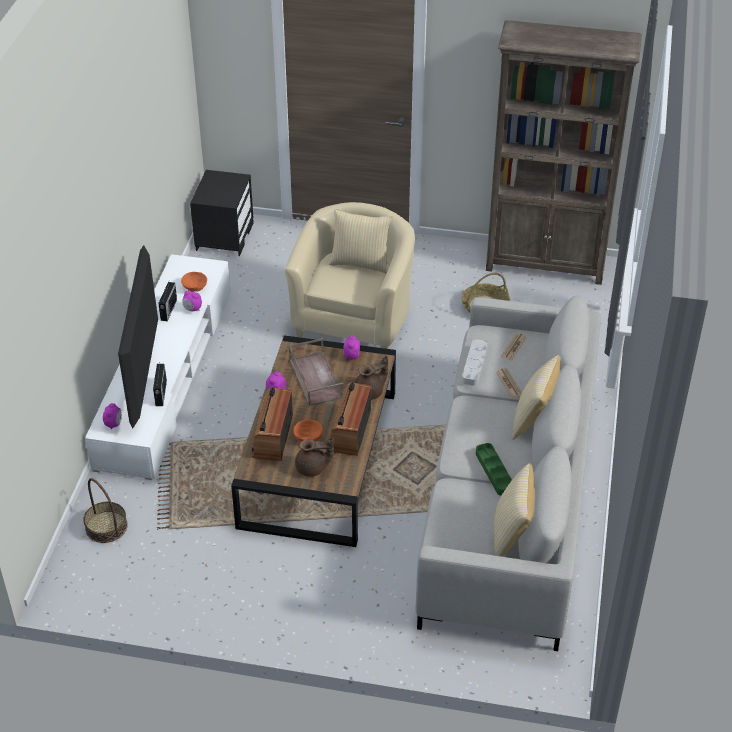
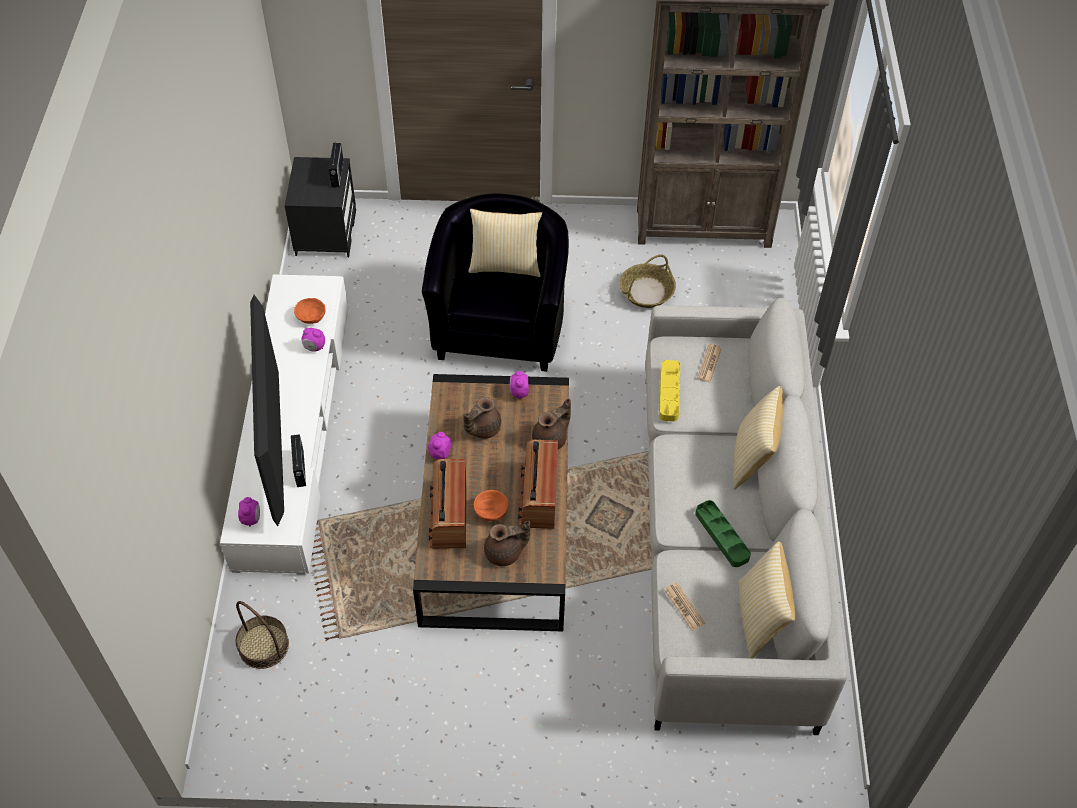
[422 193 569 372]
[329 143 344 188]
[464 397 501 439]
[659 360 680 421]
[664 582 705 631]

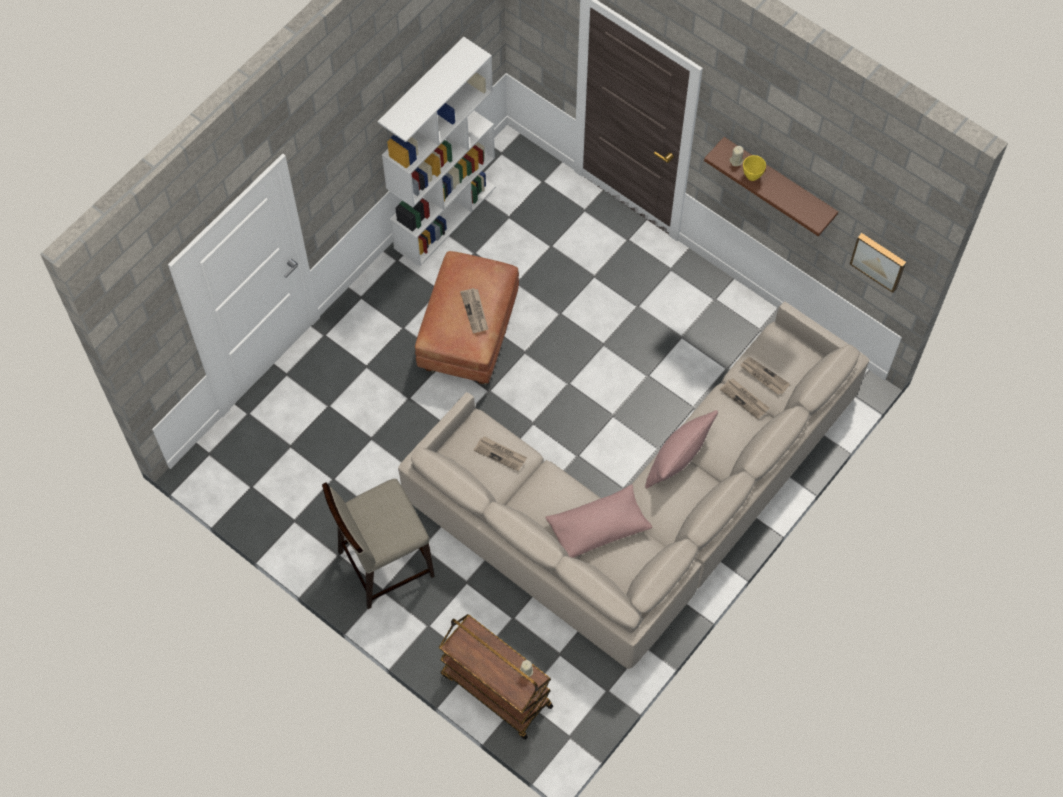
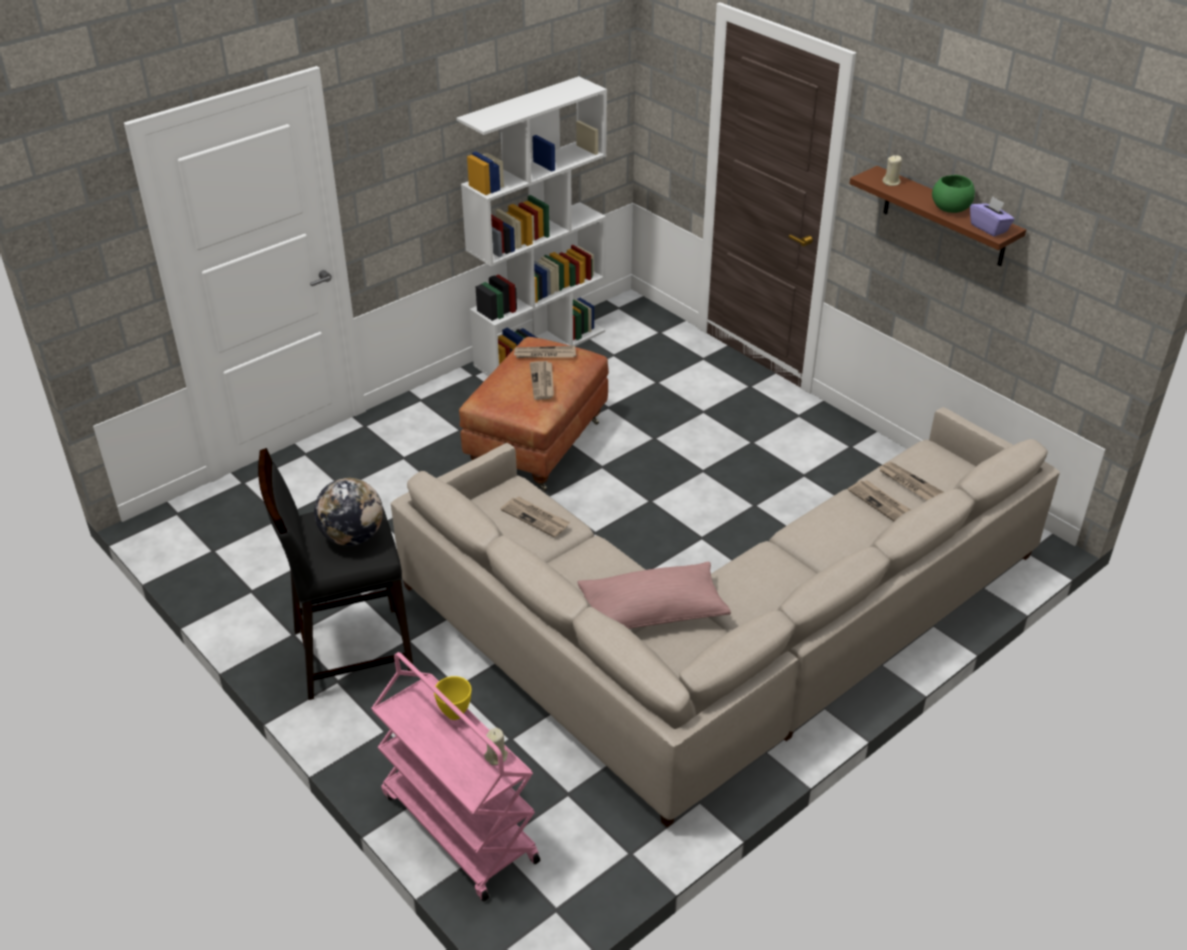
[434 676 472 720]
[850 233 906 293] (first image)
[645 410 718 489] (first image)
[258 448 413 700]
[371 652 540 902]
[932 175 975 213]
[970 196 1015 237]
[514 346 576 358]
[314 478 383 546]

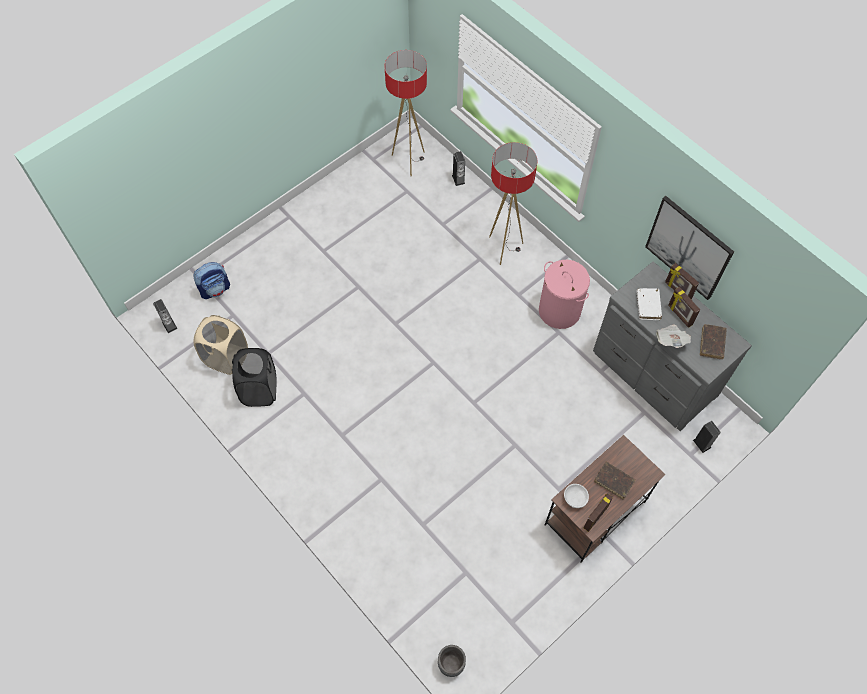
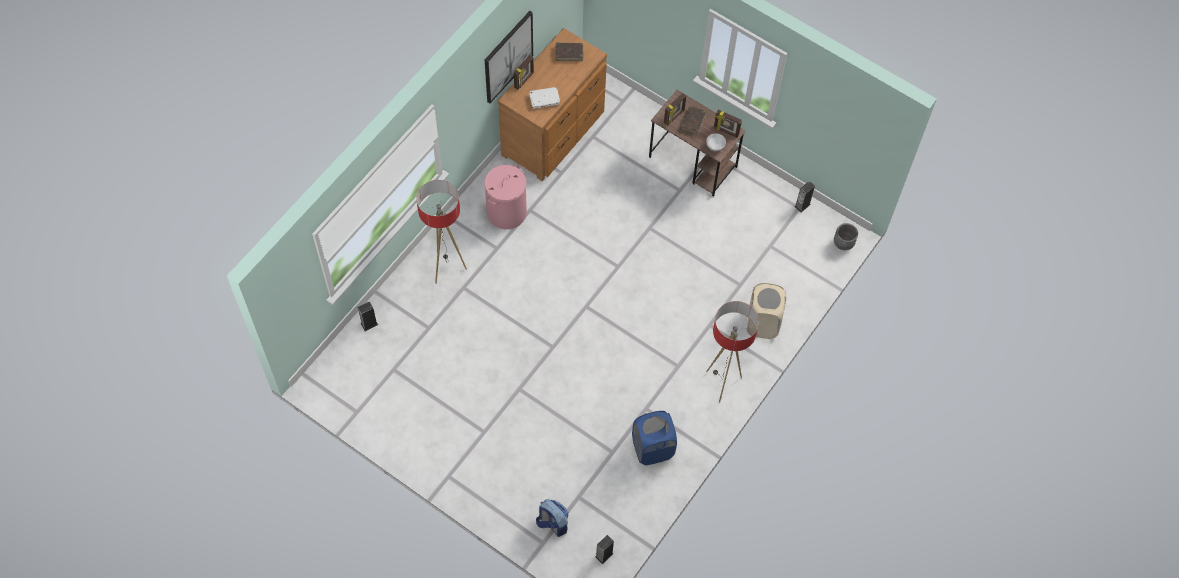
[706 301 759 403]
[498 28 607 181]
[664 93 686 126]
[746 283 786 339]
[656 325 691 348] (first image)
[632 411 677 465]
[794 181 815 212]

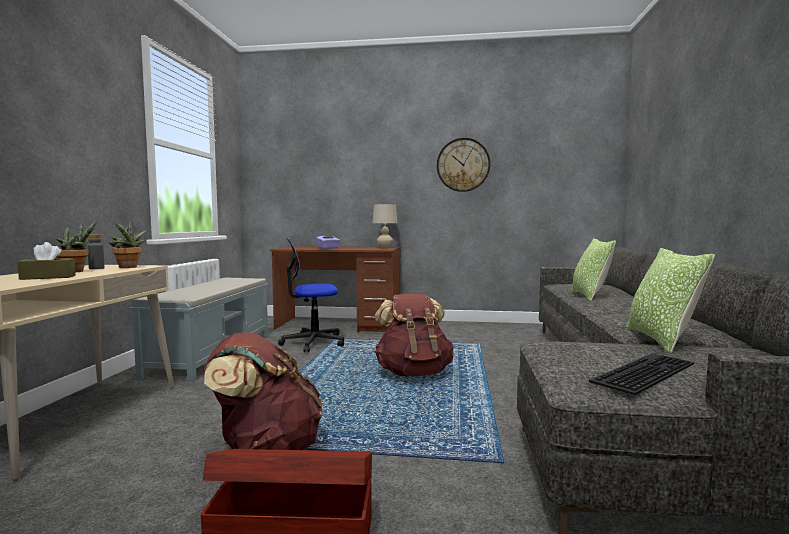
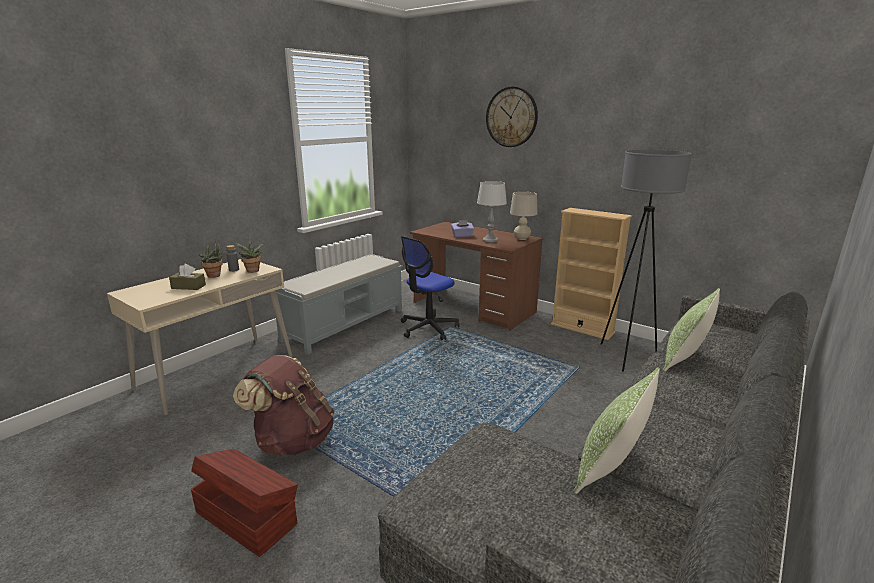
[486 86 538 147]
[401 236 459 340]
[374 294 454 376] (first image)
[589 354 694 395] (first image)
[601 150 692 372]
[477 181 507 243]
[551 208 632 340]

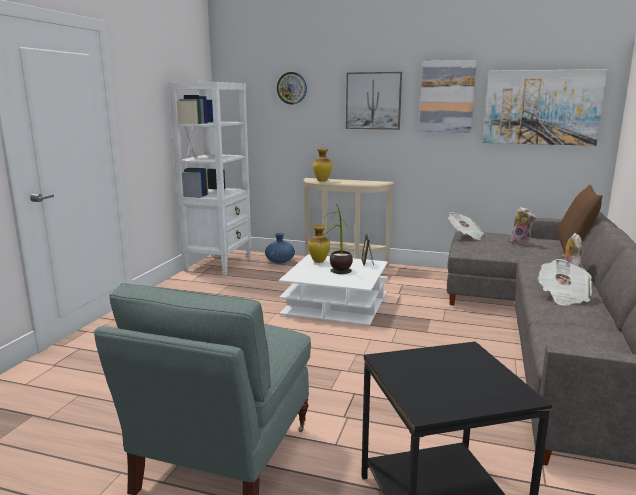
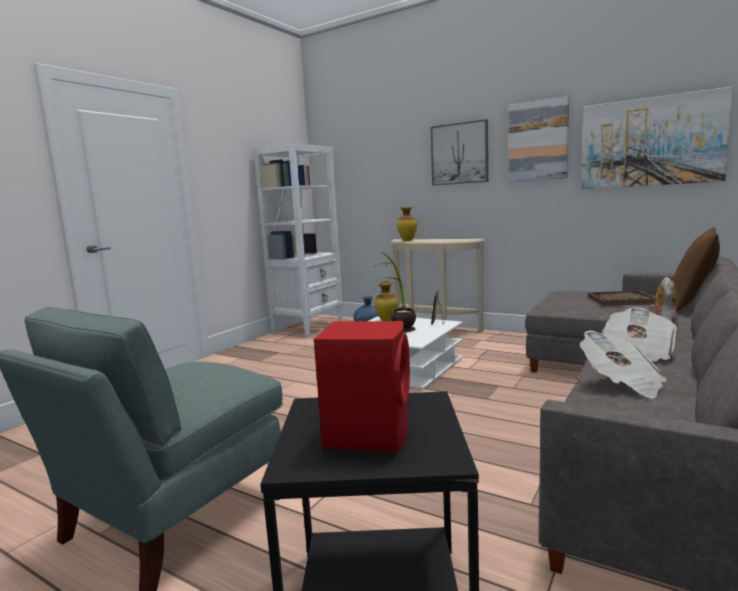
[277 72 307 104] (first image)
[588 290 656 306]
[580 331 667 399]
[314 321 410 453]

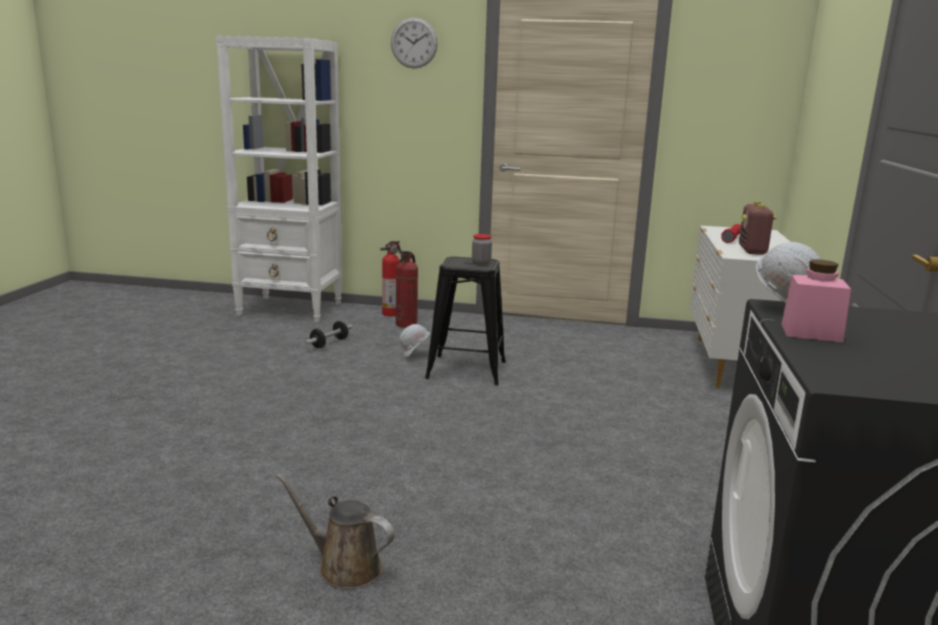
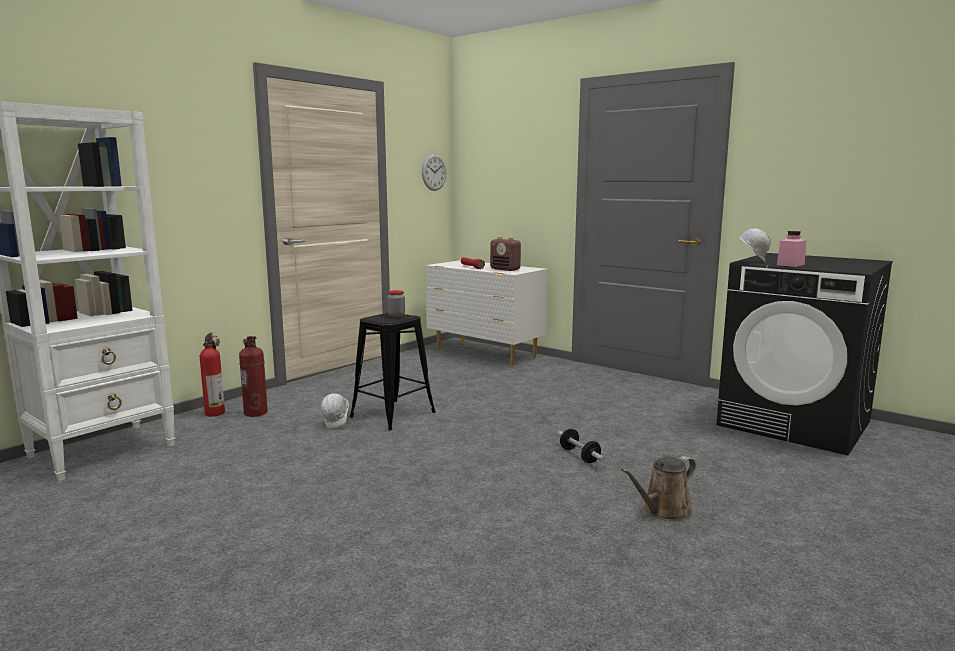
[422 154 446 191]
[558 429 605 463]

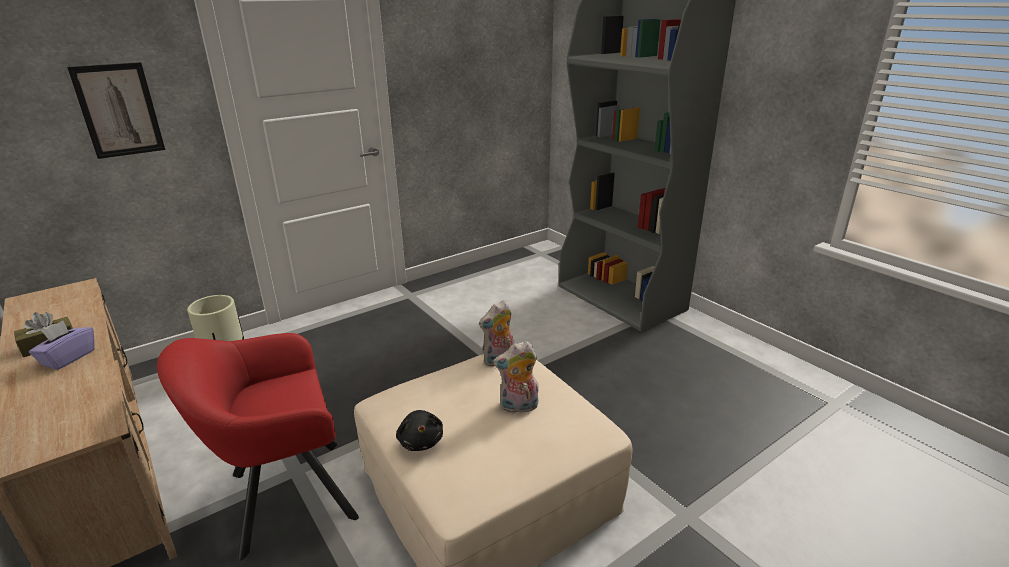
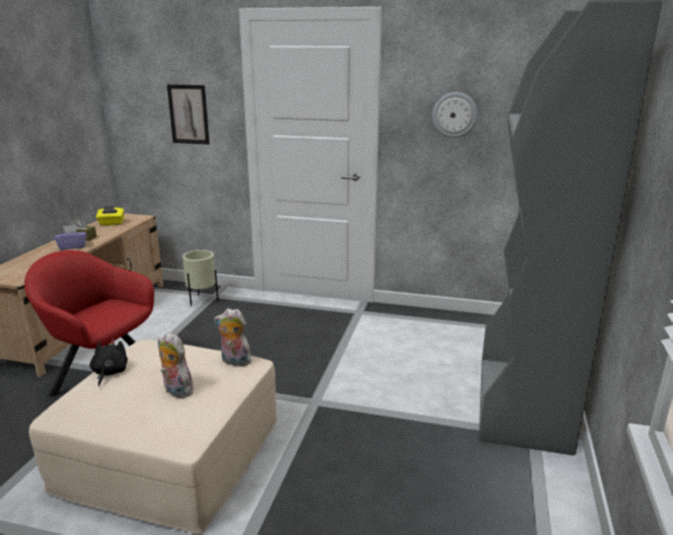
[90 339 128 386]
[433 92 478 138]
[96 206 124 226]

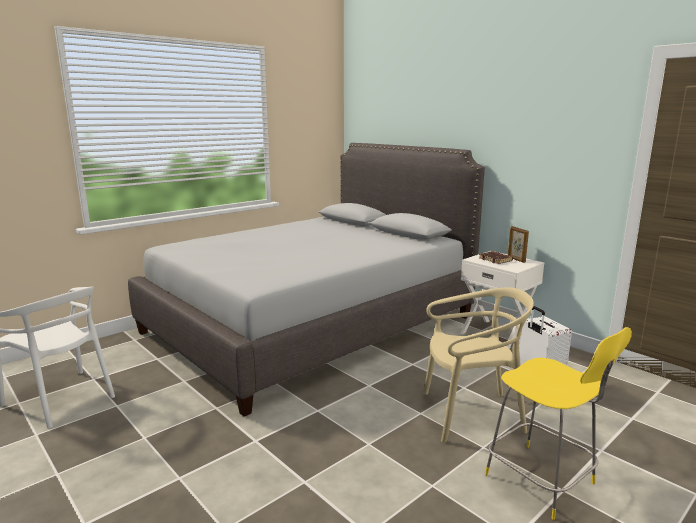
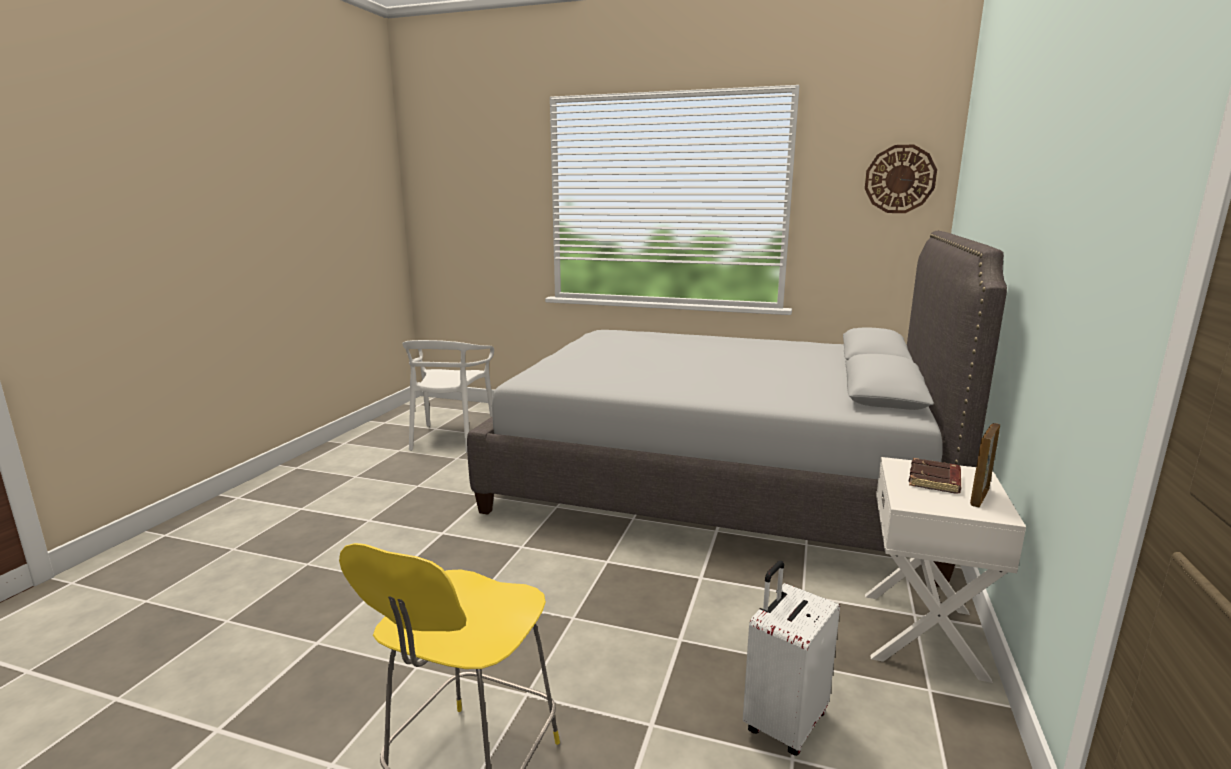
[423 287 534 442] (first image)
[865 145 937 213]

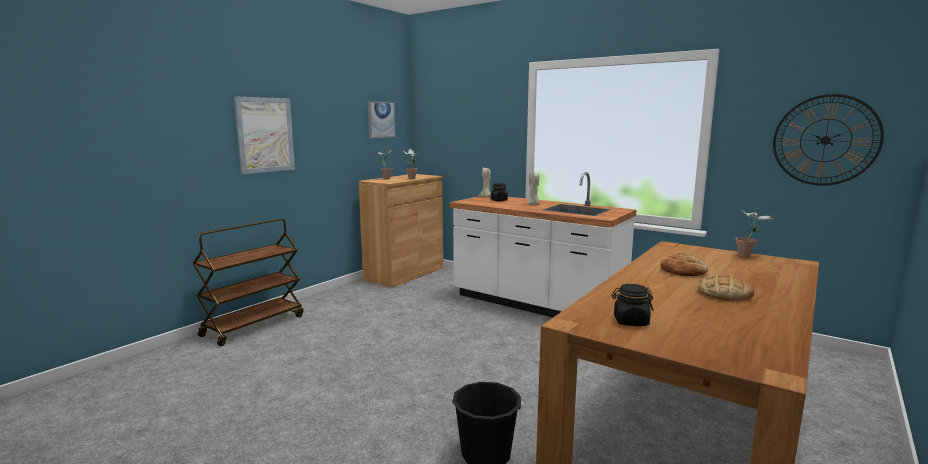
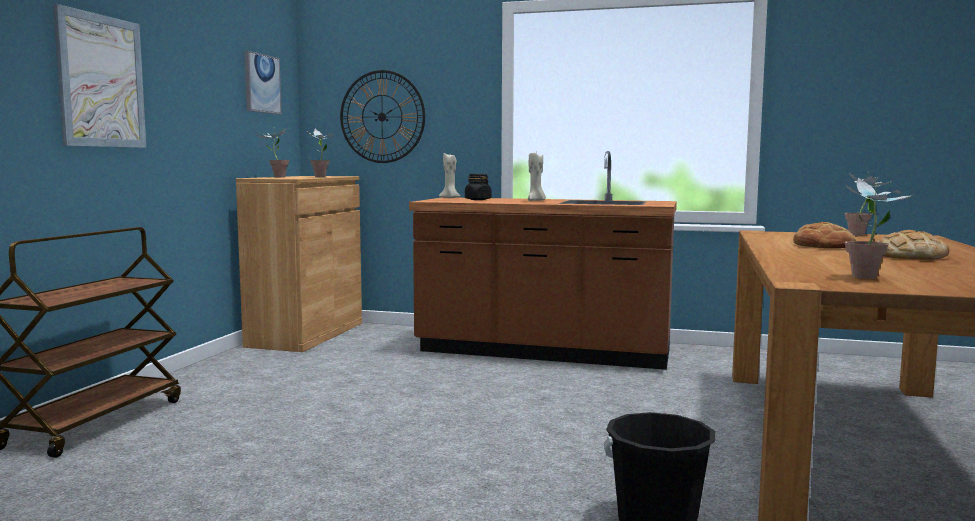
[340 70 425 163]
[409 151 677 370]
[845 177 913 279]

